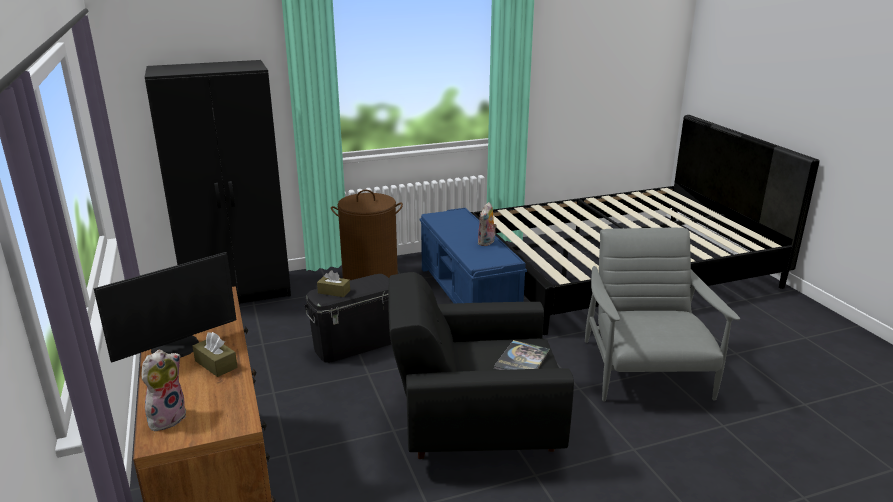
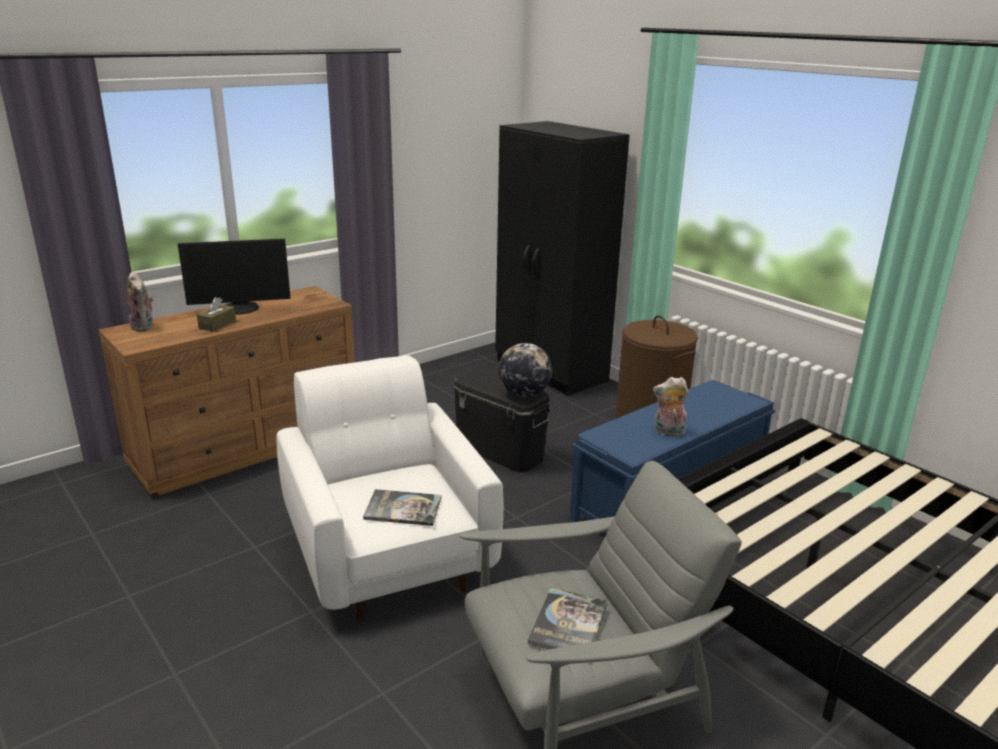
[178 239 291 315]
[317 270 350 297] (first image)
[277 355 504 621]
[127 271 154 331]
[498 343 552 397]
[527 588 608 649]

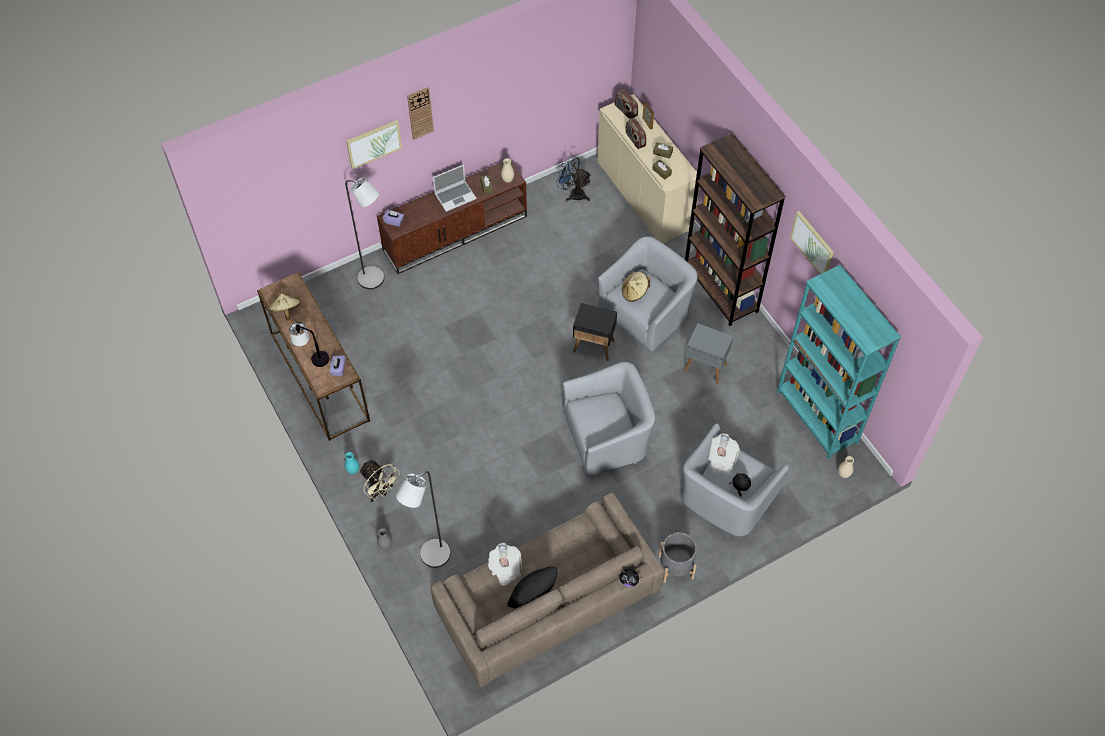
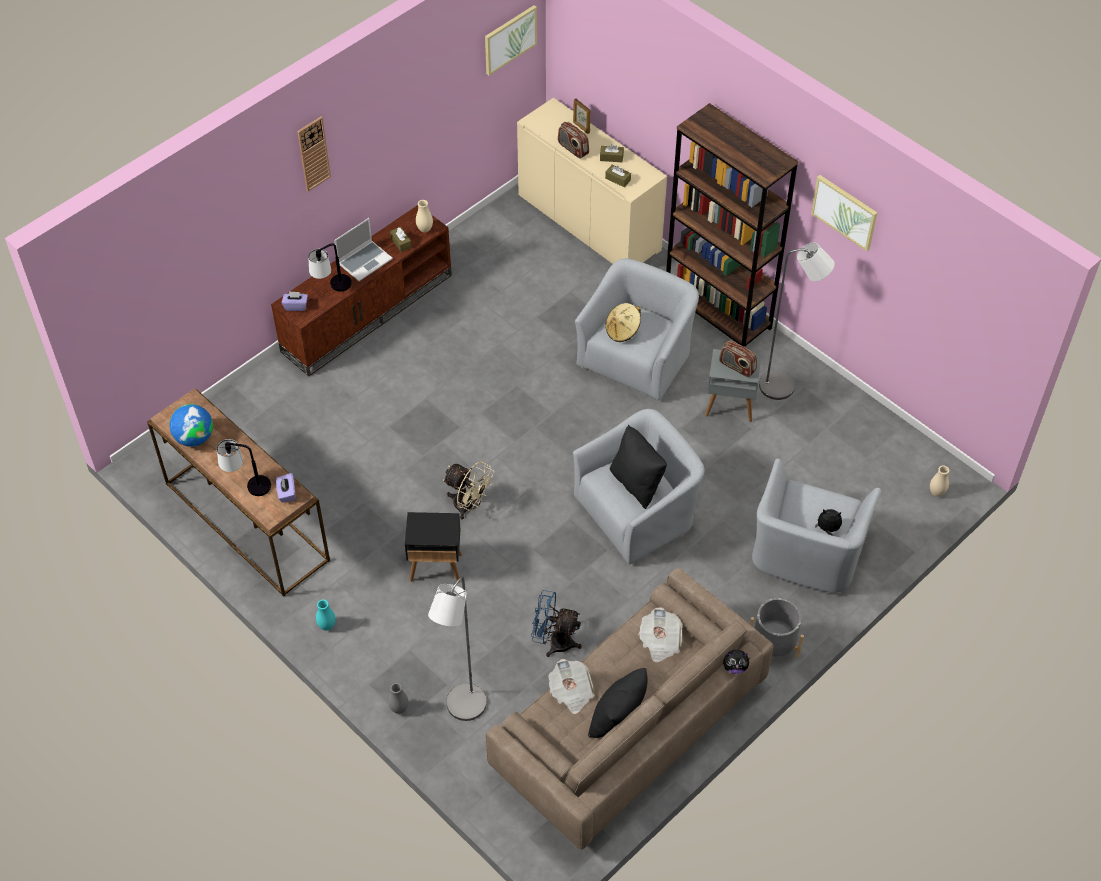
[719 340 757 377]
[485 5 537 75]
[531 590 582 657]
[759 242 835 400]
[777 265 901 459] (first image)
[170 404 213 447]
[405 512 462 583]
[638 607 683 663]
[443 461 494 520]
[308 243 352 292]
[610 425 667 509]

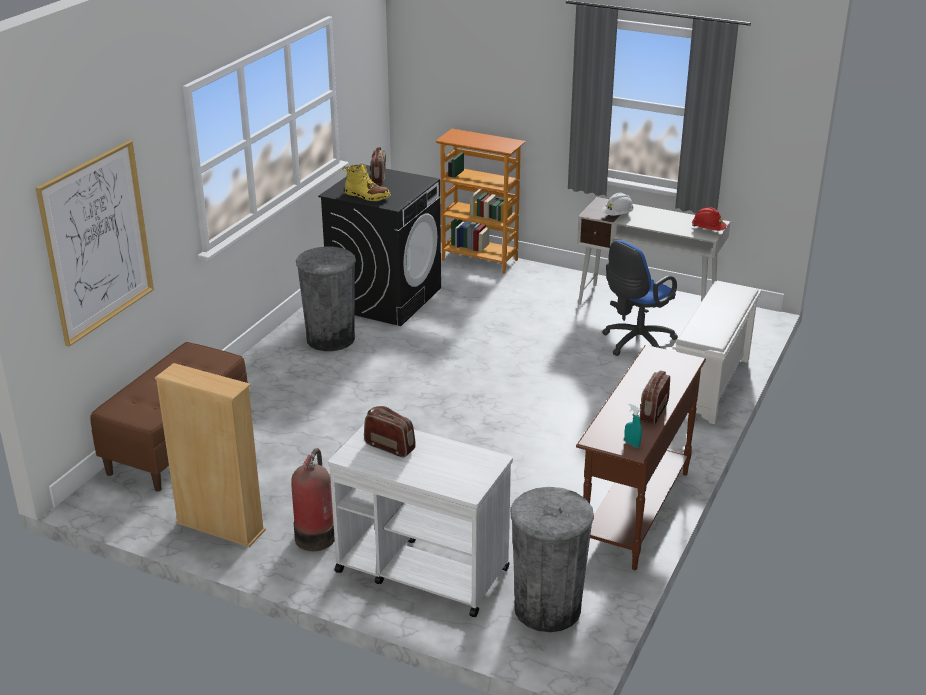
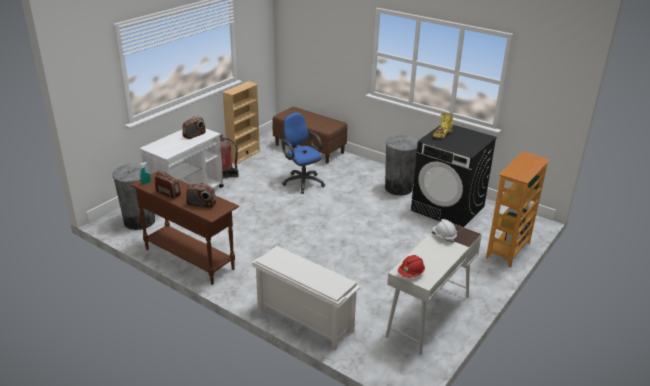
[36 140 154 347] (first image)
[186 183 216 208]
[282 112 325 194]

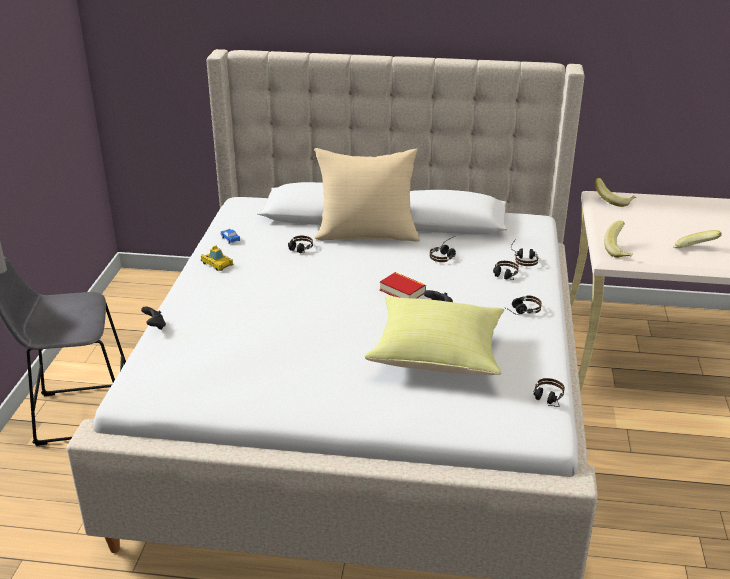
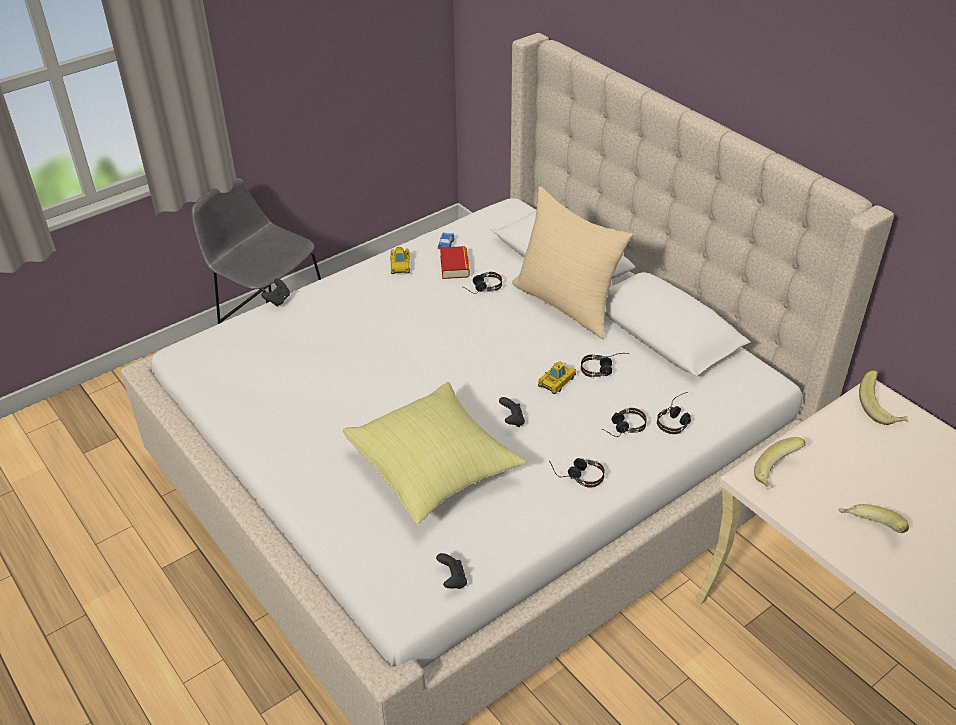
[440 246 470 279]
[436 553 467 589]
[538 362 576 394]

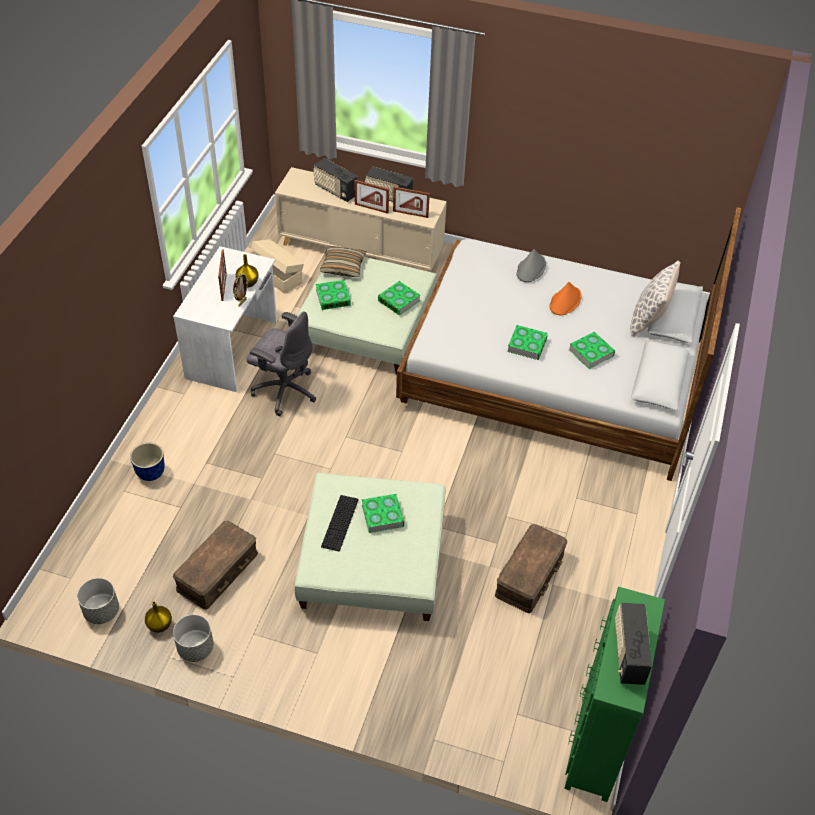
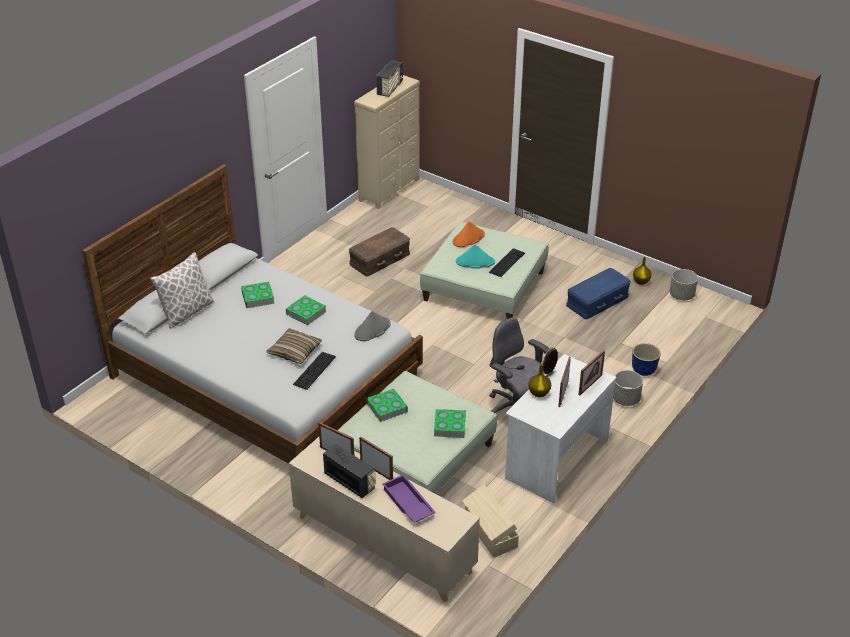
[382 474 436 523]
[266 329 322 364]
[355 311 391 341]
[453 222 485 247]
[456 244 495 269]
[566 268 631 319]
[354 75 420 209]
[613 370 643 406]
[578 350 605 395]
[293 352 336 390]

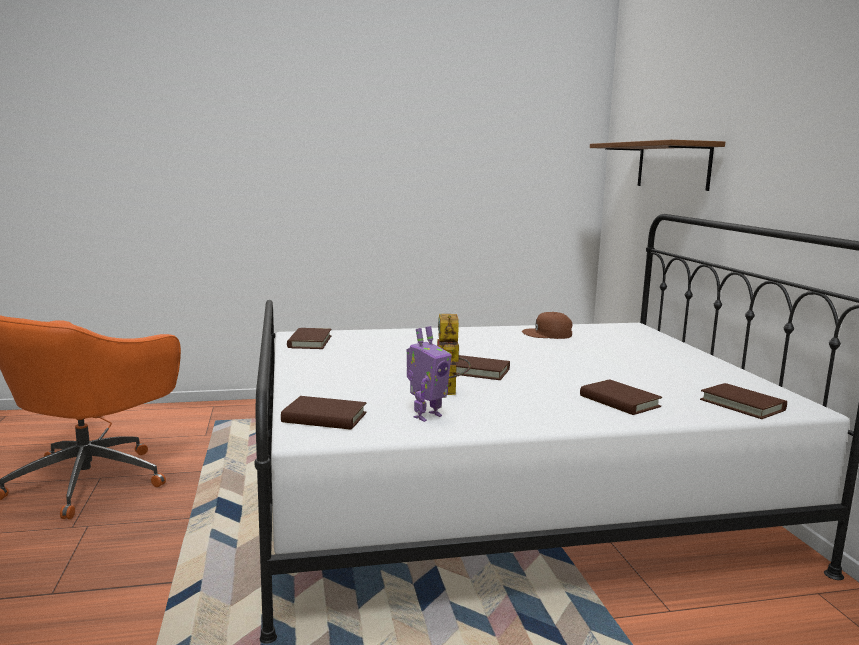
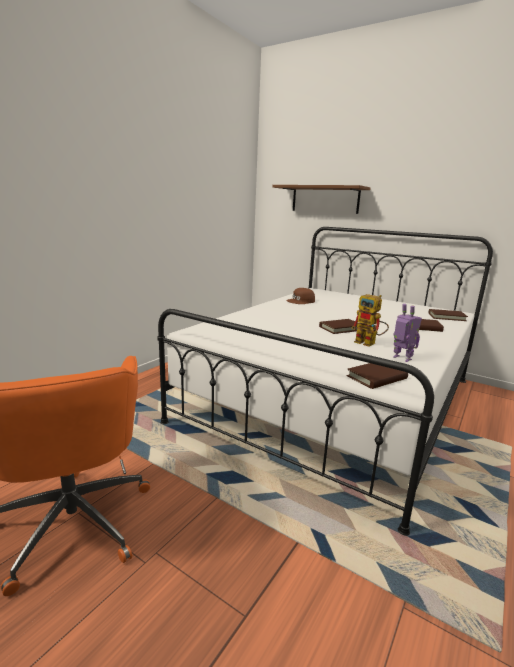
[393 304 422 362]
[287 328 331 349] (first image)

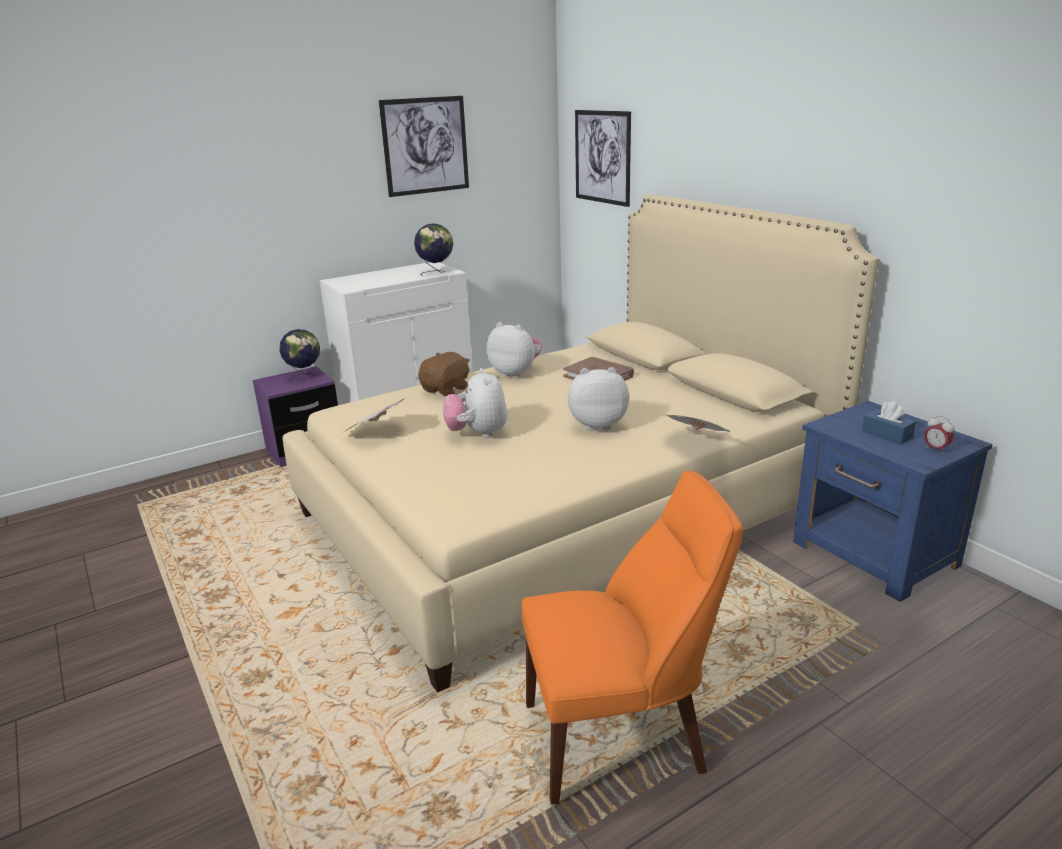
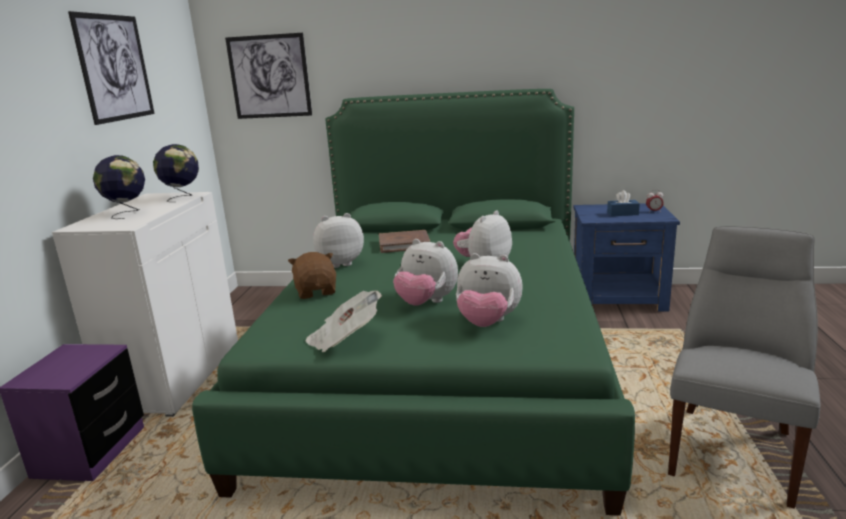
[192 89 635 516]
[93 155 145 219]
[661 414 731 432] (first image)
[668 226 821 509]
[456 253 523 327]

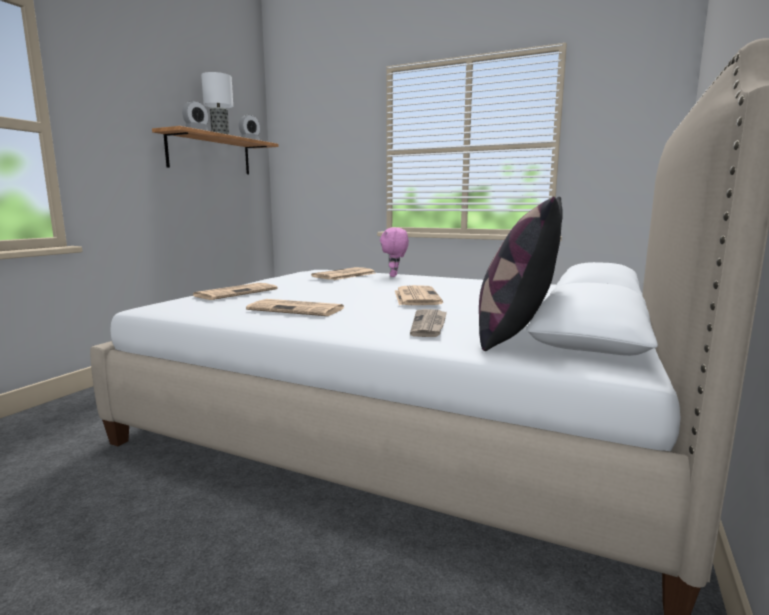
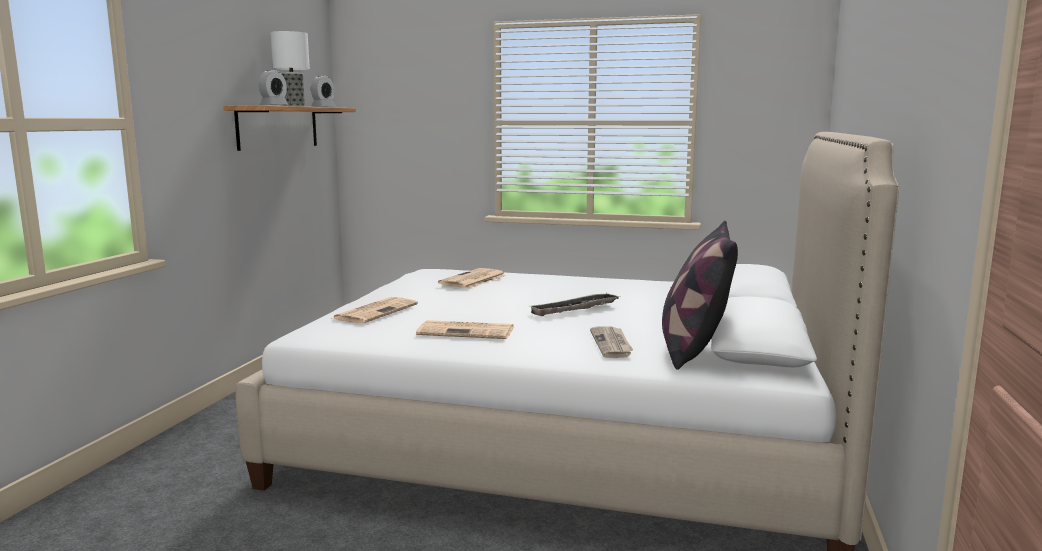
[380 227 409 277] (first image)
[530 293 620 316]

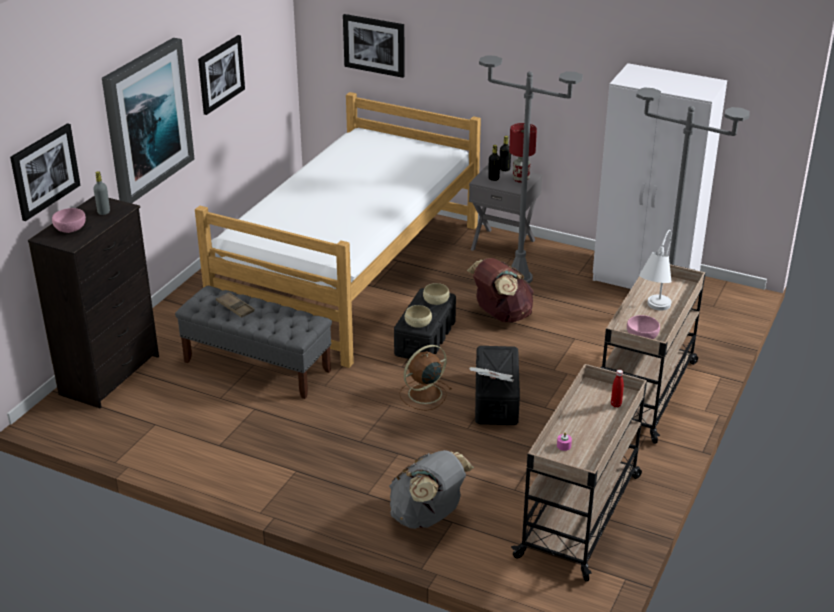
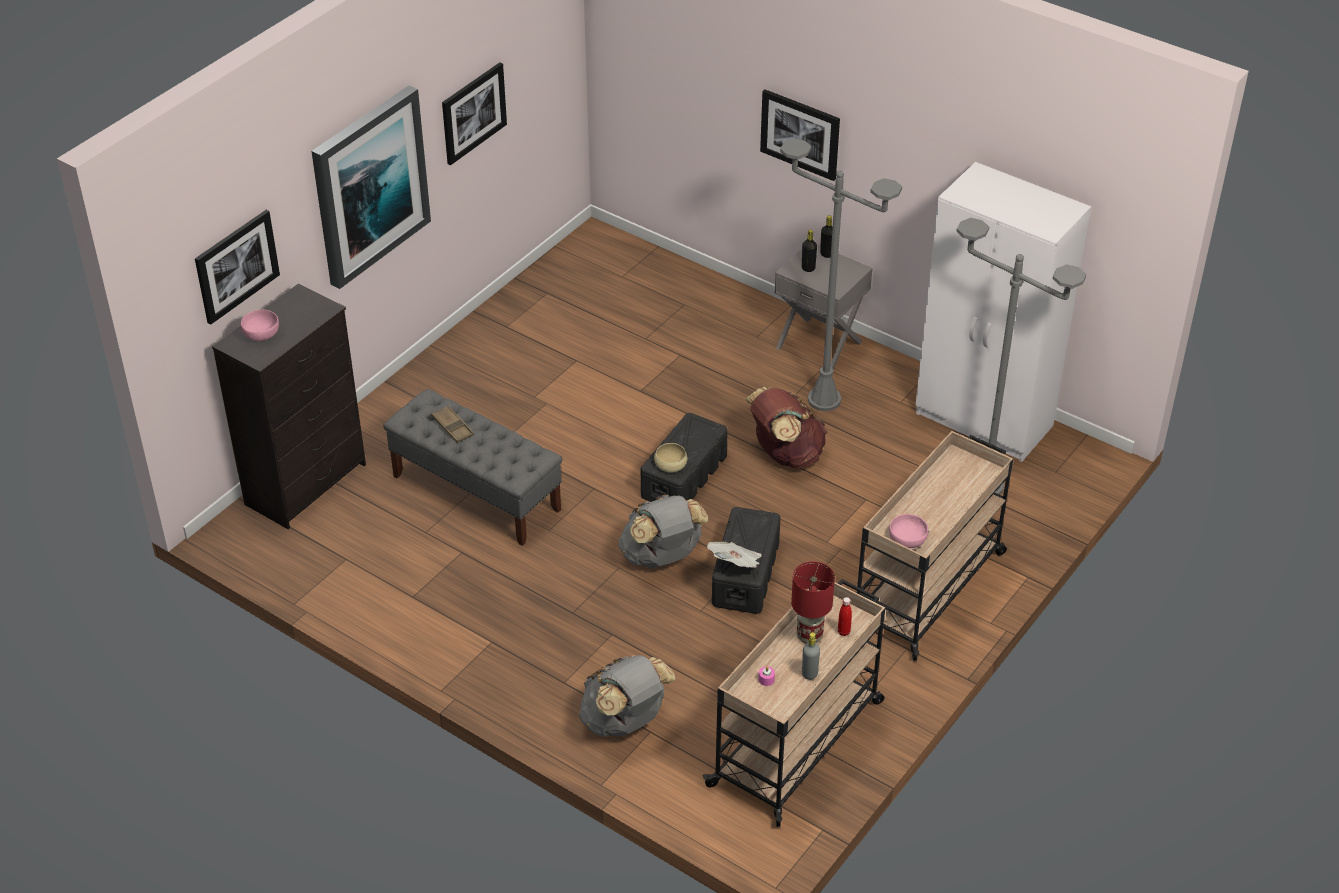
[760 89 840 181]
[195 92 481 368] (first image)
[791 561 835 644]
[802 632 820 680]
[639 230 671 311] (first image)
[423 283 450 305] (first image)
[619 495 709 568]

